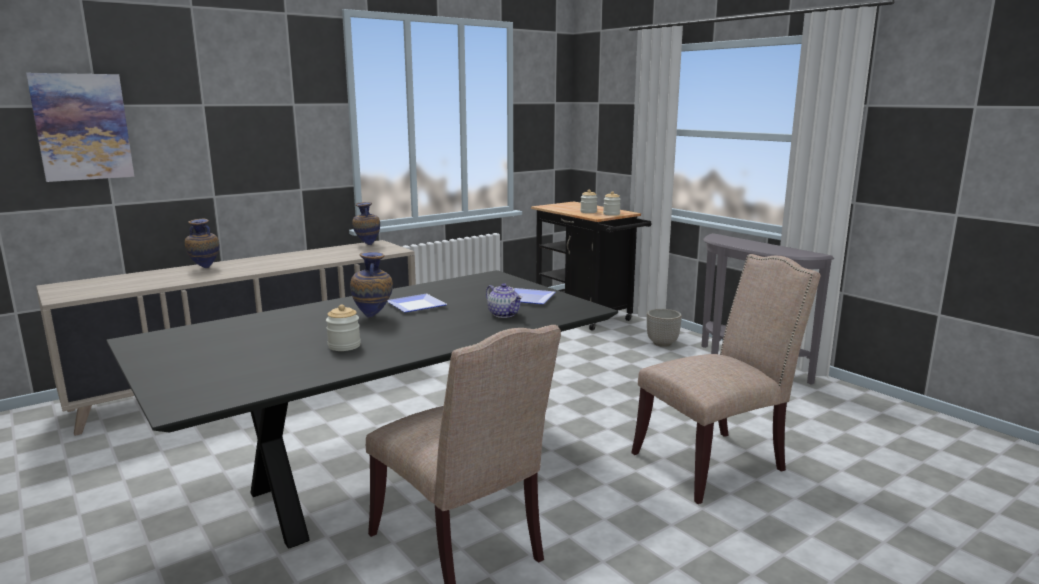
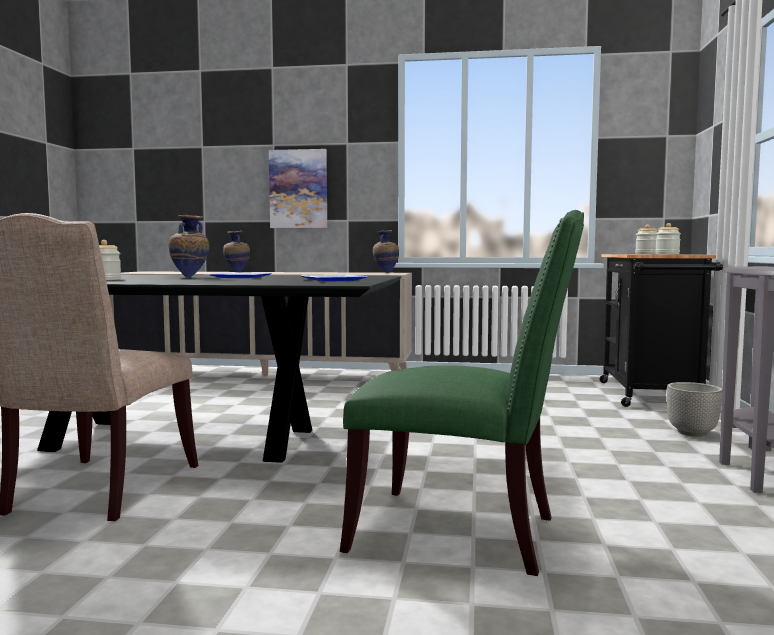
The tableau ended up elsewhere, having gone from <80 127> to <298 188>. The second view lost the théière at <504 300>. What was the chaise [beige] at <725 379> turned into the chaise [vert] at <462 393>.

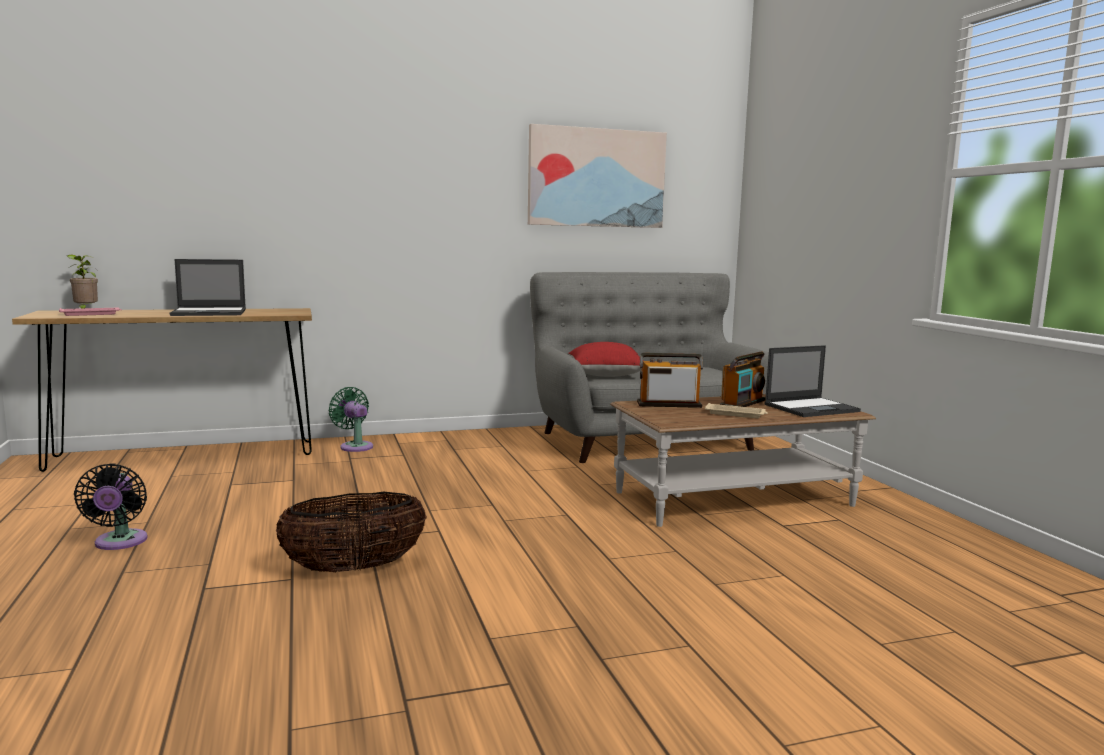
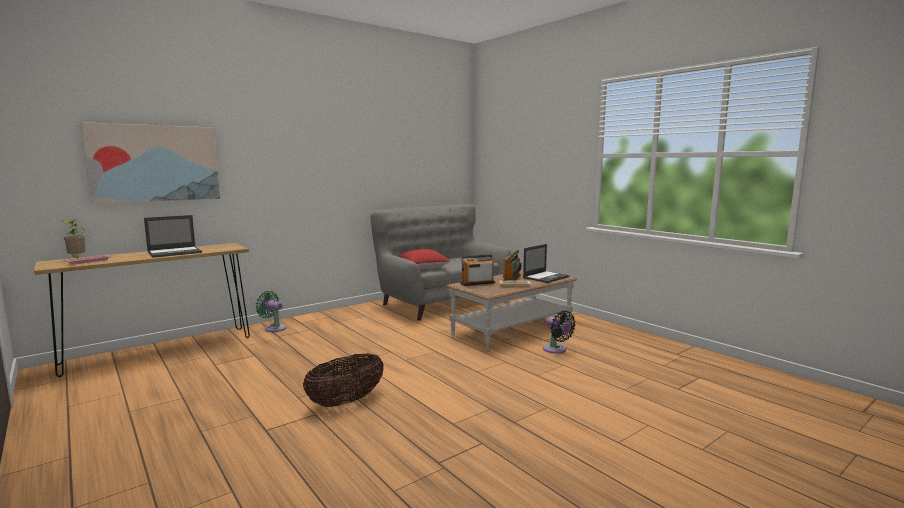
The ventilateur [noir] ended up elsewhere, having gone from <111 506> to <559 332>. The tableau ended up elsewhere, having gone from <597 176> to <150 163>.

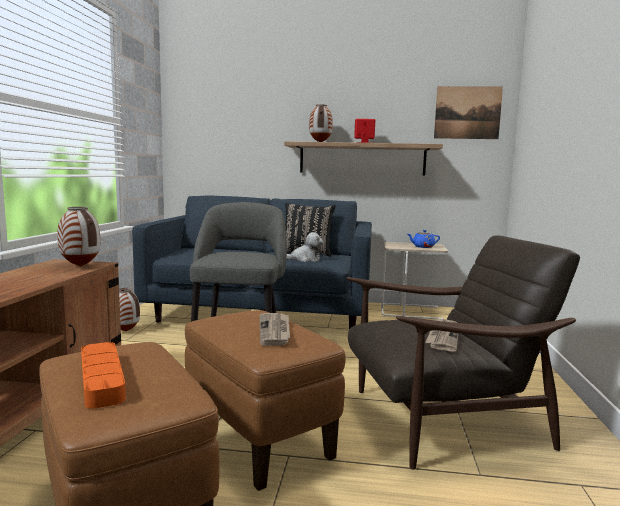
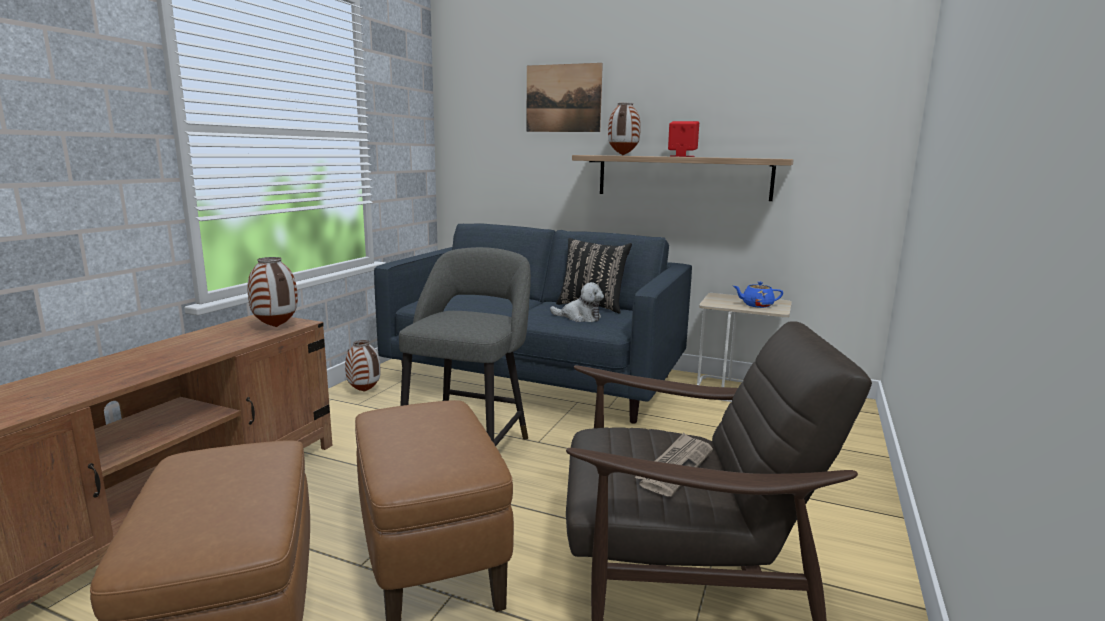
The second view lost the plateau [orange] at <103 375>. The second view lost the journal at <274 329>. The tableau ended up elsewhere, having gone from <468 112> to <564 97>.

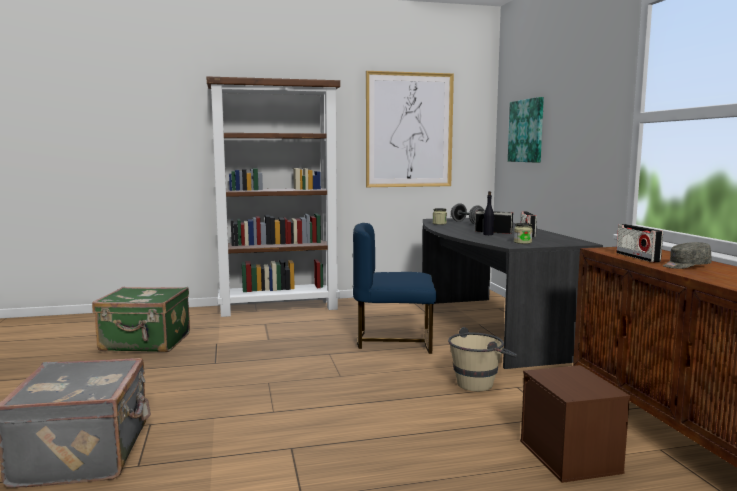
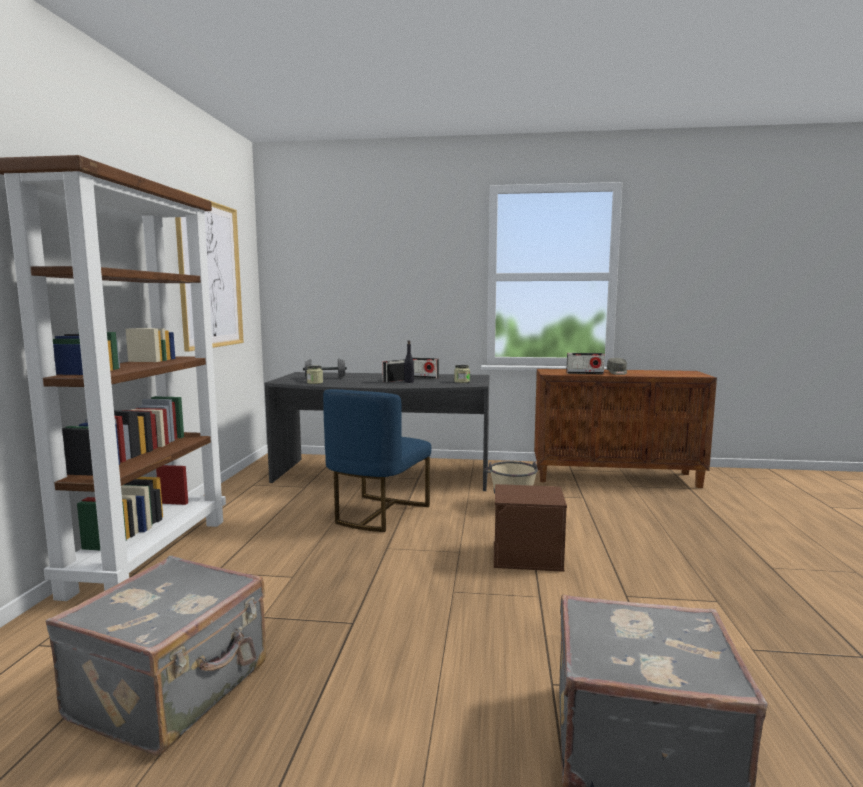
What was the valise [vert] at <141 319> turned into the valise [gris] at <156 656>. The second view lost the tableau at <526 130>. The boîte de rangement [marron] ended up elsewhere, having gone from <575 424> to <530 528>.

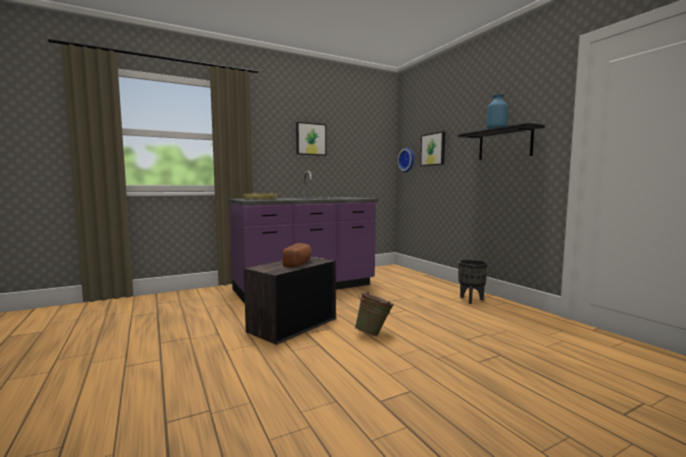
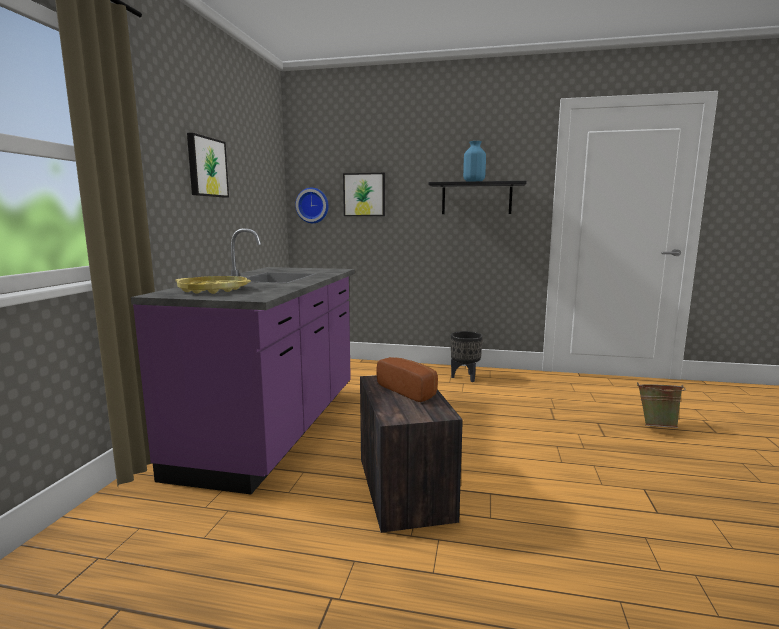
The seau [vert] ended up elsewhere, having gone from <374 314> to <661 405>.

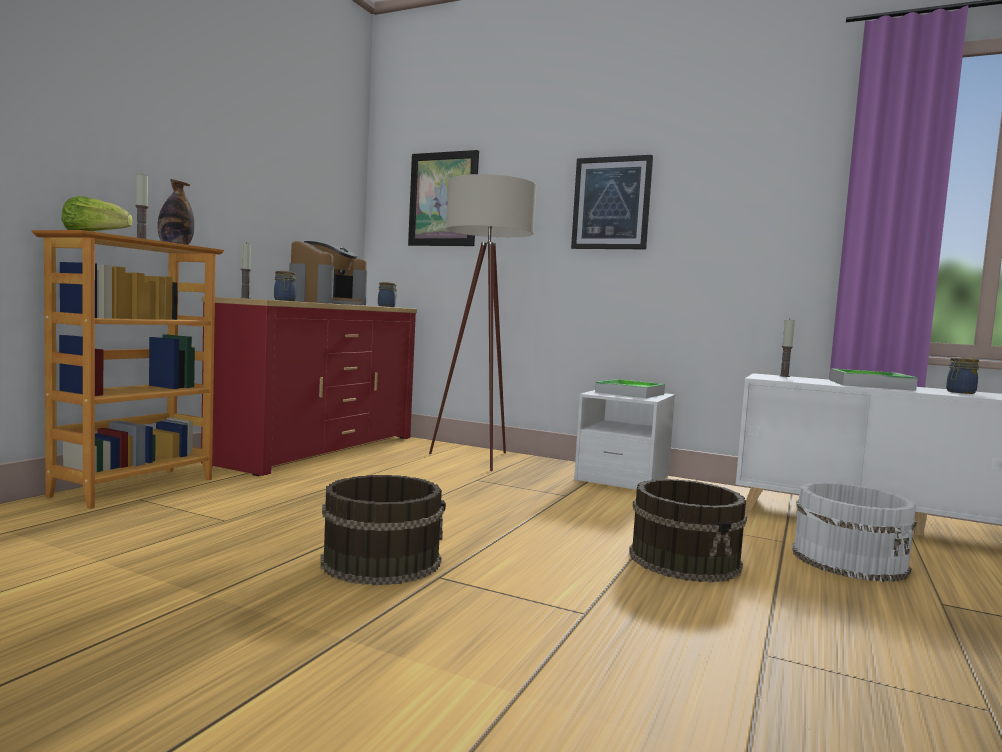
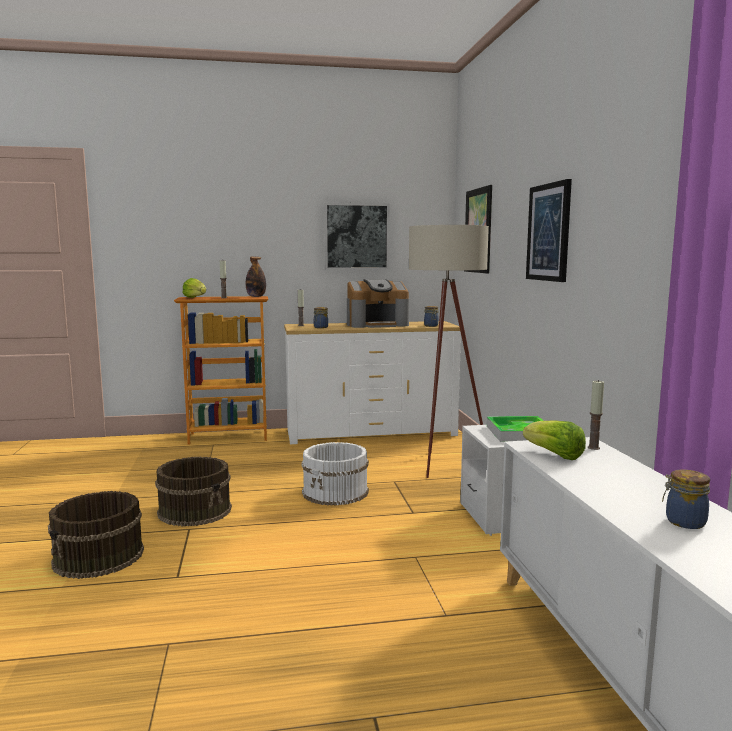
What was the commode [rouge] at <309 386> turned into the commode [blanc] at <372 382>. The seau [marron] ended up elsewhere, having gone from <688 530> to <96 535>. The seau [blanc] ended up elsewhere, having gone from <854 532> to <335 474>. The second view lost the plateau at <874 379>. The second view gained the tableau at <357 236>. The second view gained the laitue at <554 440>.

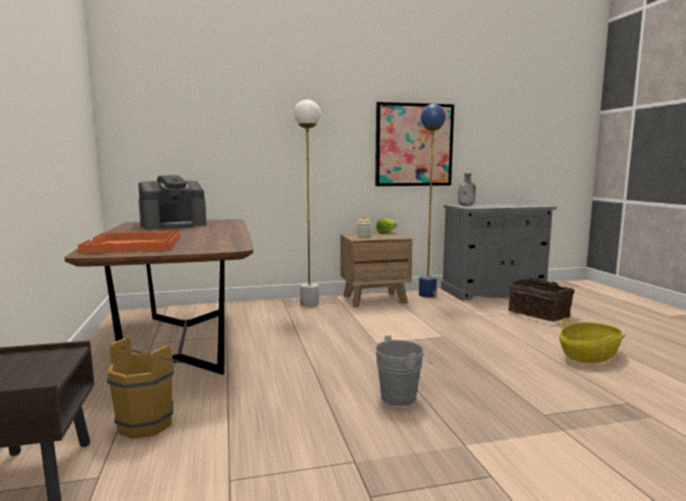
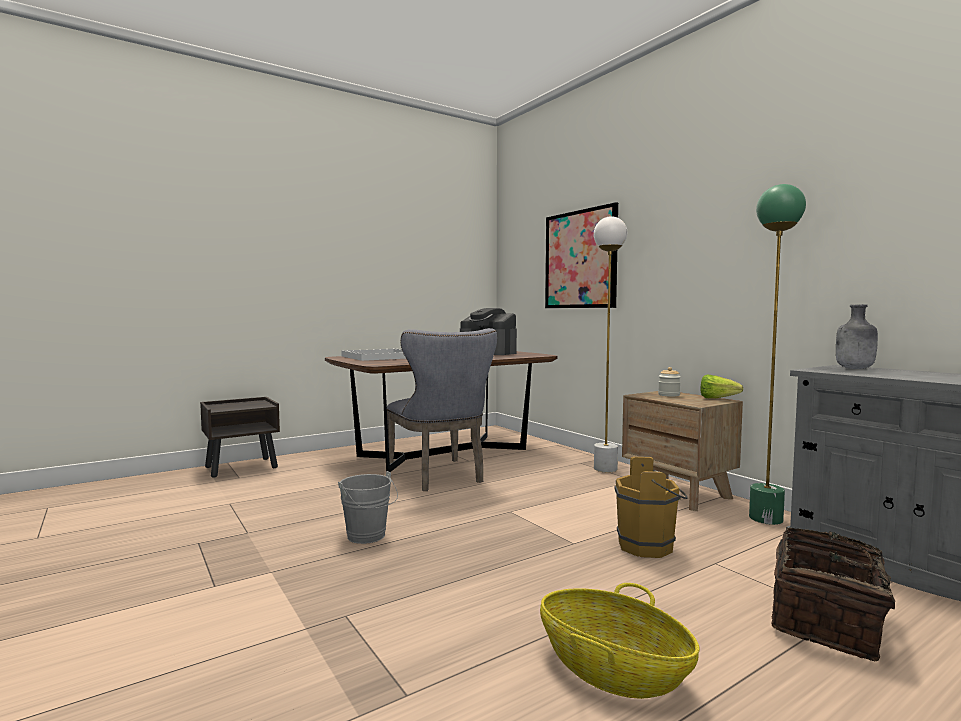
What was the plateau [orange] at <129 242> turned into the plateau [blanc] at <373 355>. The seau [marron] ended up elsewhere, having gone from <143 388> to <651 507>. The tableau ended up elsewhere, having gone from <414 144> to <581 255>. What was the lampadaire [bleu] at <432 200> turned into the lampadaire [vert] at <777 354>. The second view gained the chaise [gris] at <442 409>.

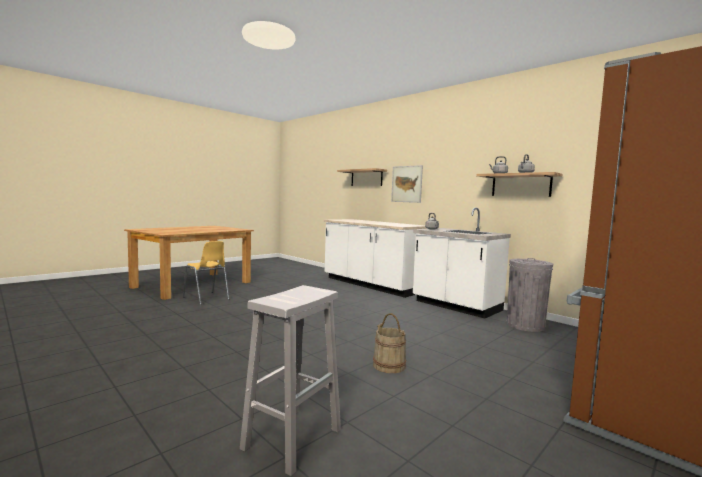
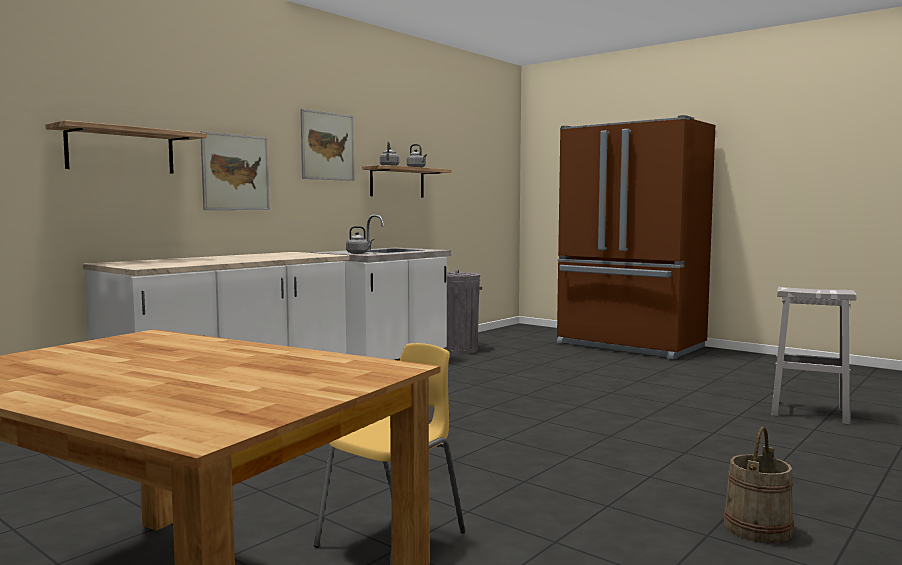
The seau [beige] ended up elsewhere, having gone from <389 343> to <759 485>. The second view gained the tableau at <327 145>.

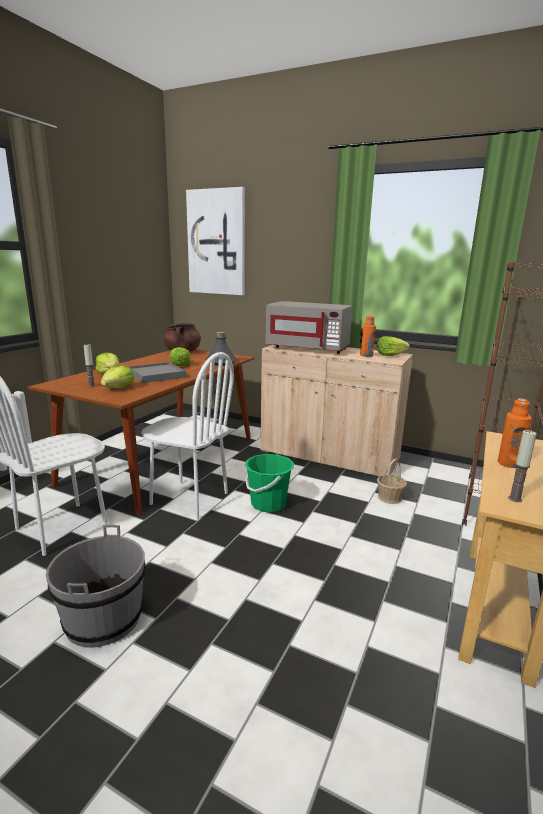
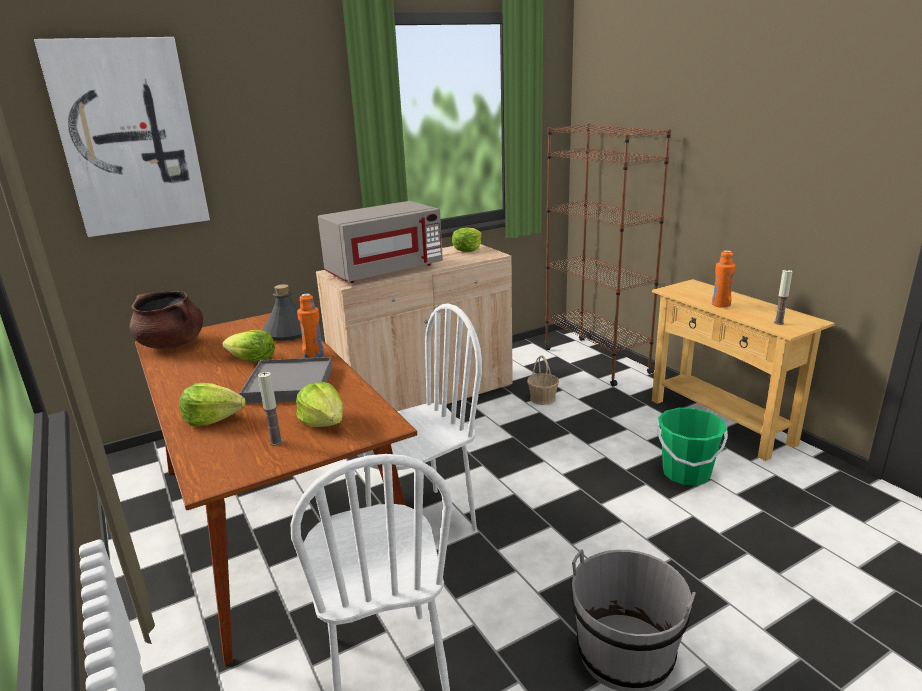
The seau [vert] ended up elsewhere, having gone from <269 483> to <692 447>. The bouteille [orange] ended up elsewhere, having gone from <368 336> to <310 326>.

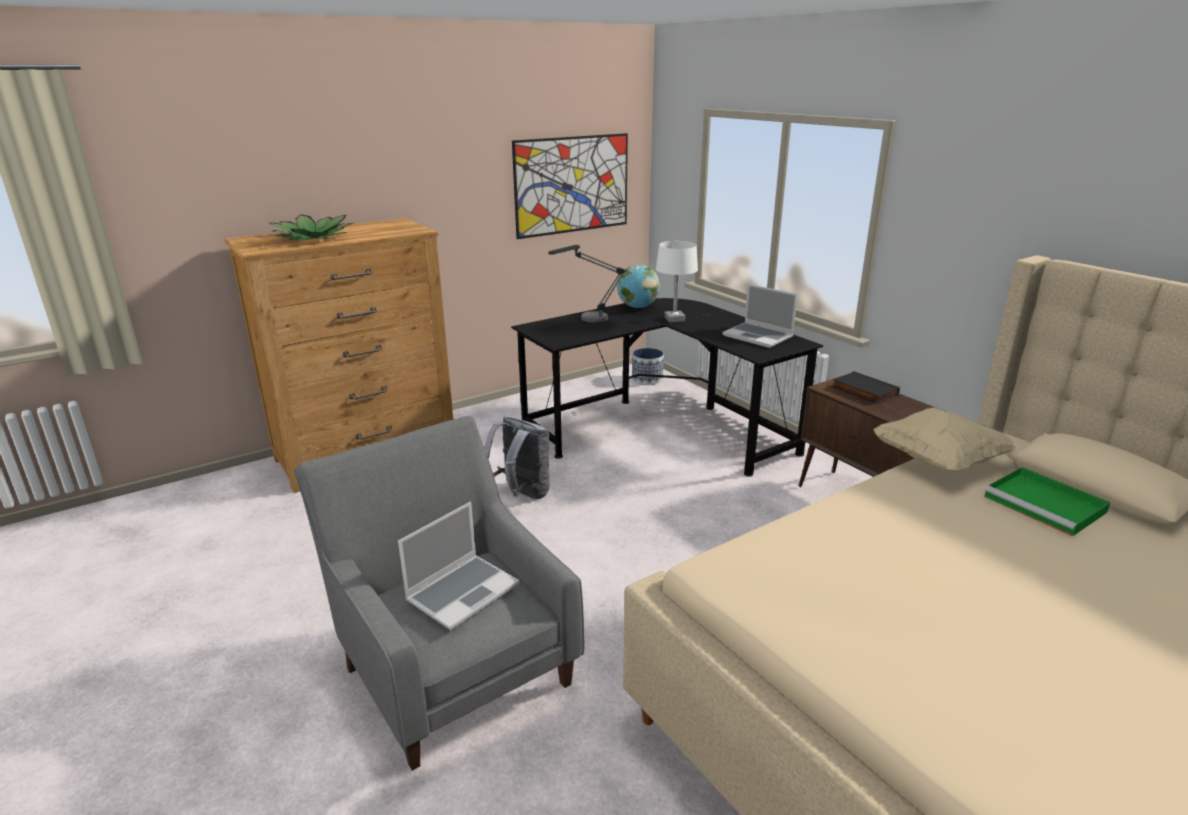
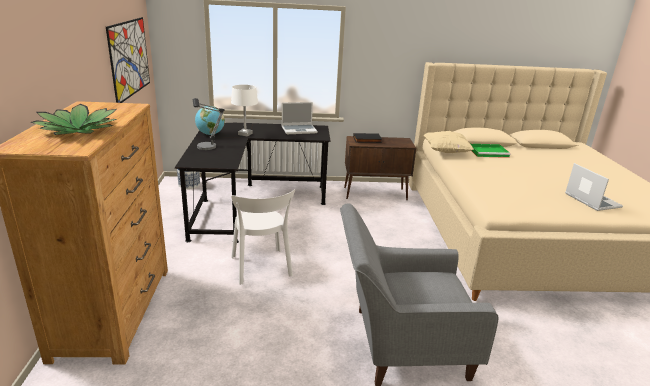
The ordinateur portable ended up elsewhere, having gone from <458 566> to <594 187>. Where the sac à dos [gris] stood at <517 458>, the chaise [blanc] came to stand at <263 237>.

